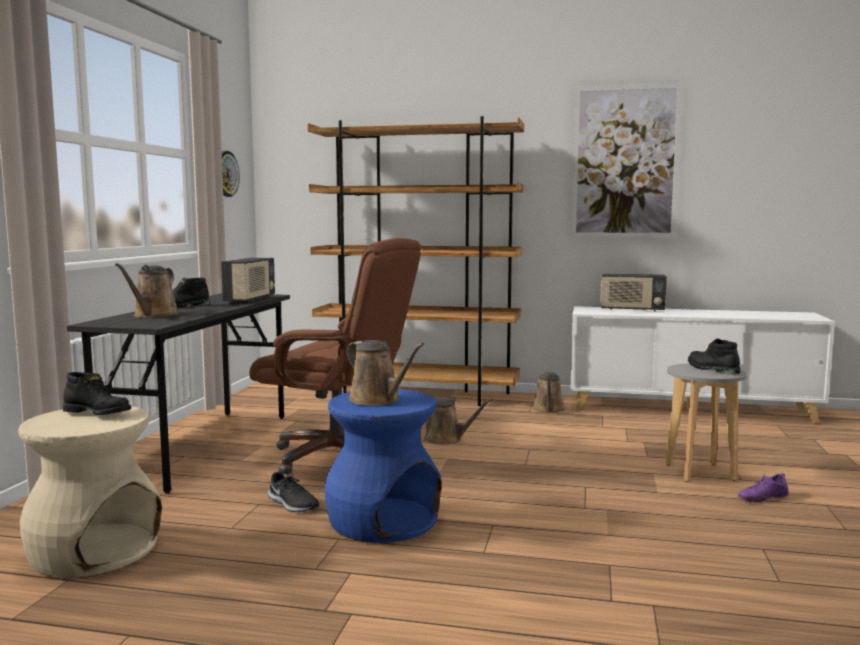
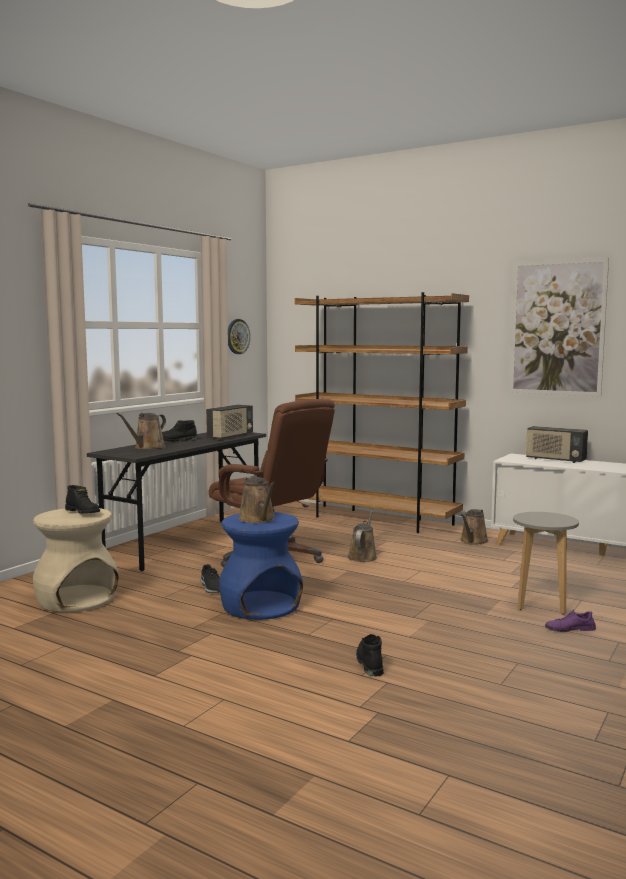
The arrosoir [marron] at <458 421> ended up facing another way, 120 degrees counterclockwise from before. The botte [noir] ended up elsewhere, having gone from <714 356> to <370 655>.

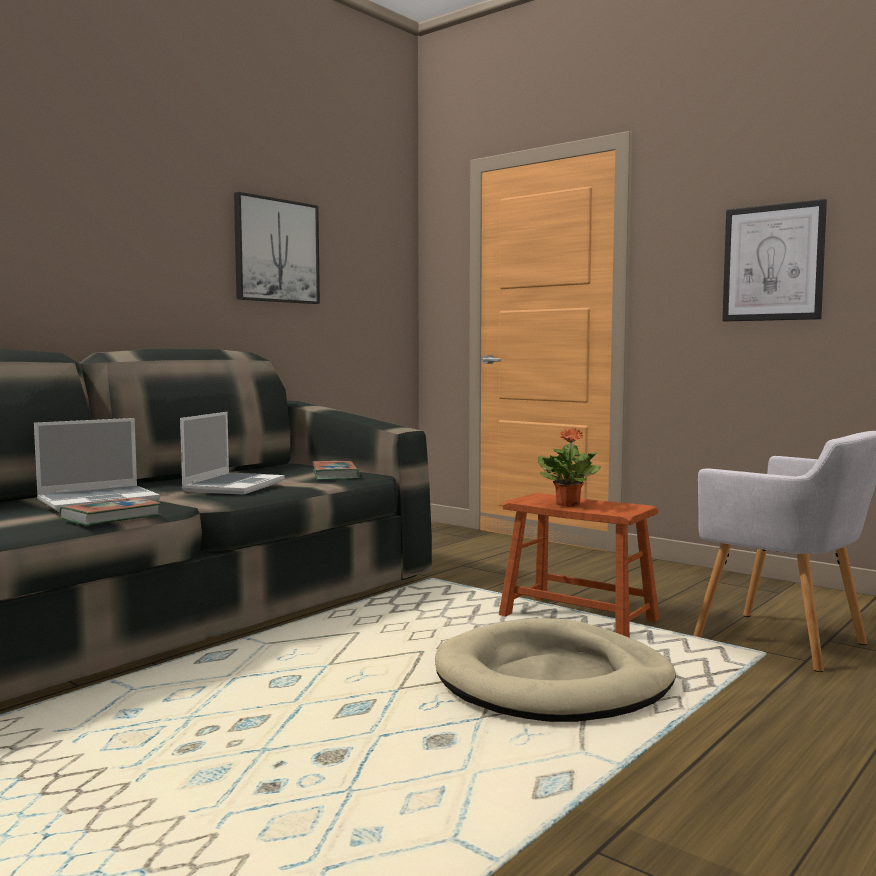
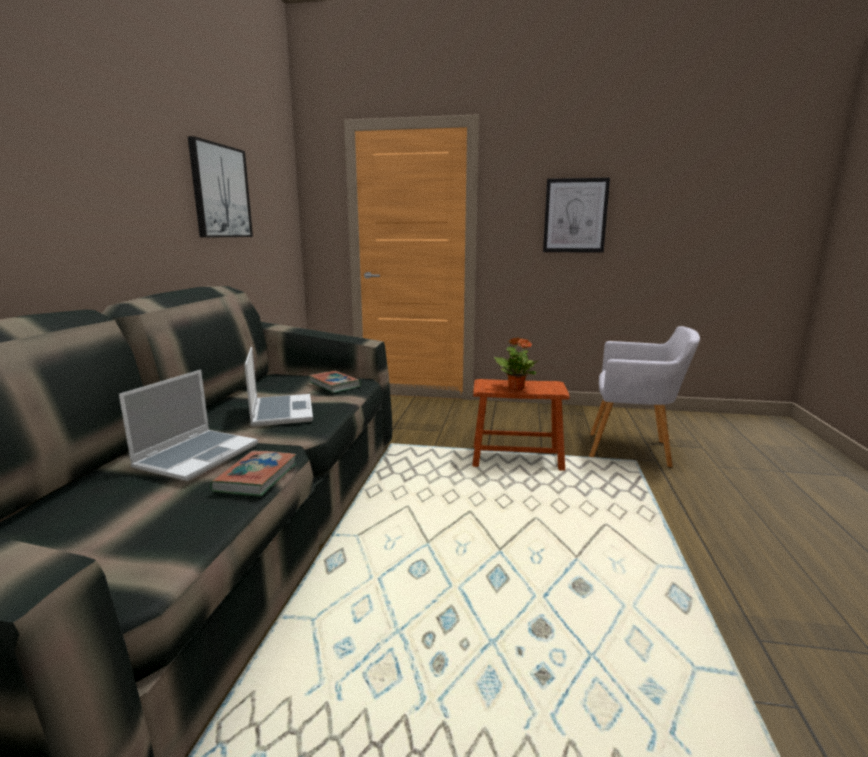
The second view lost the panier pour chien [beige] at <555 670>.

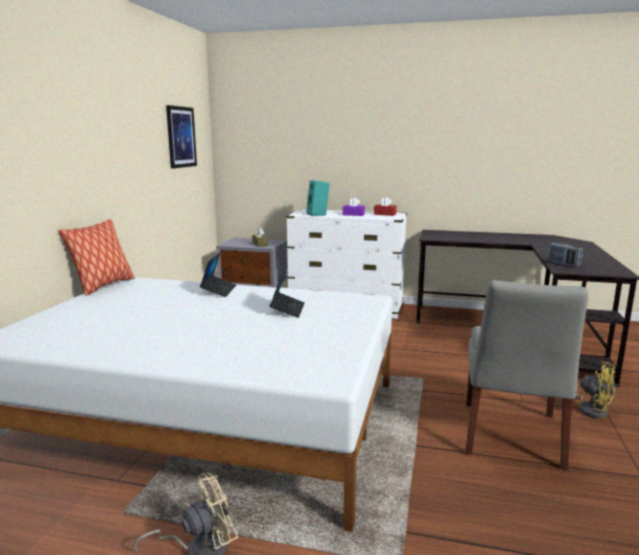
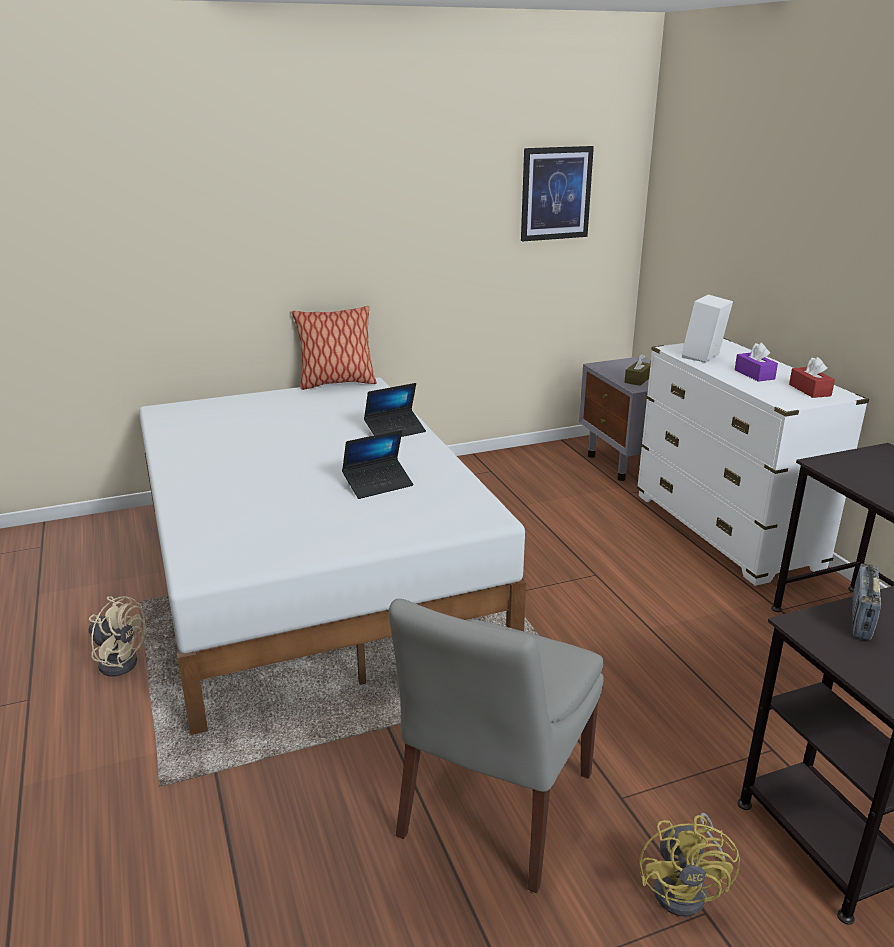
What was the enceinte [turquoise] at <318 198> turned into the enceinte [blanc] at <707 328>. The chaise [gris] at <527 375> ended up facing another way, 45 degrees counterclockwise from before.

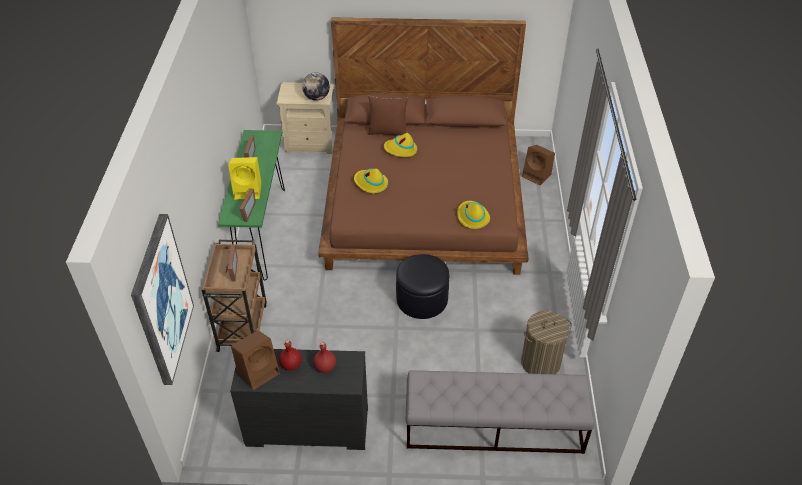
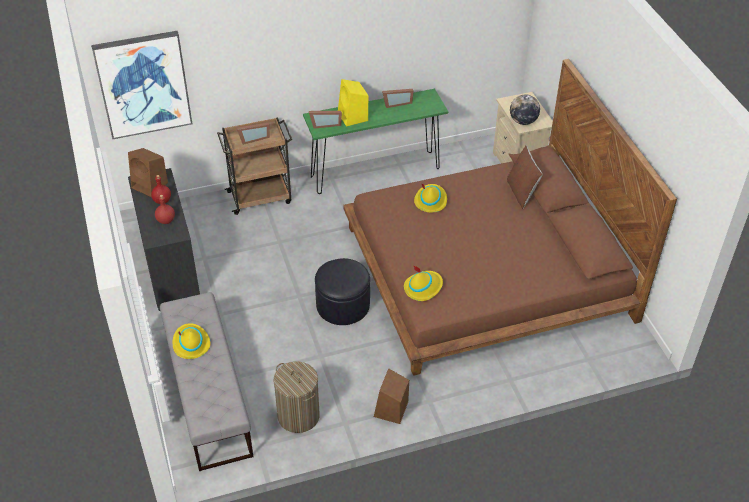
The chapeau [jaune] ended up elsewhere, having gone from <400 145> to <191 341>. The enceinte [marron] ended up elsewhere, having gone from <538 165> to <391 396>.

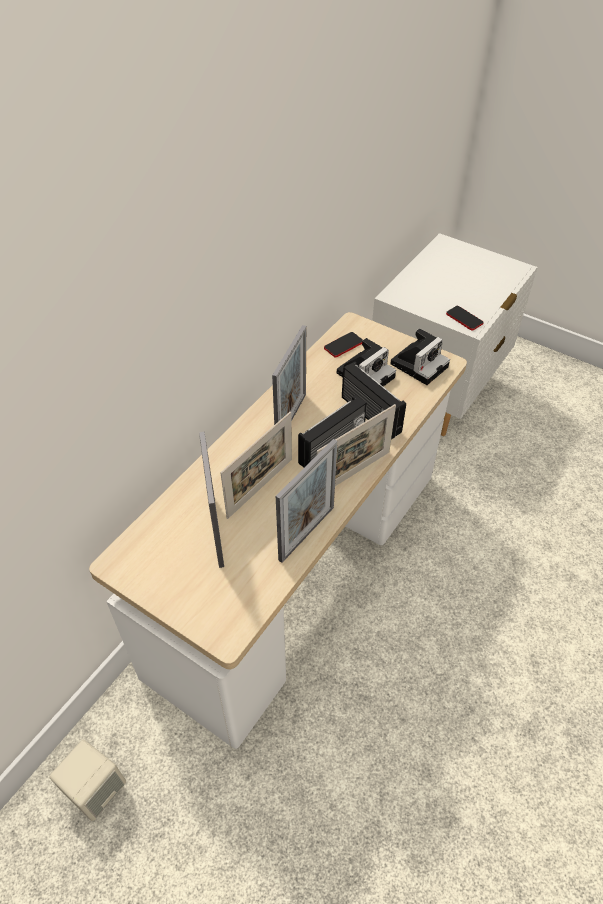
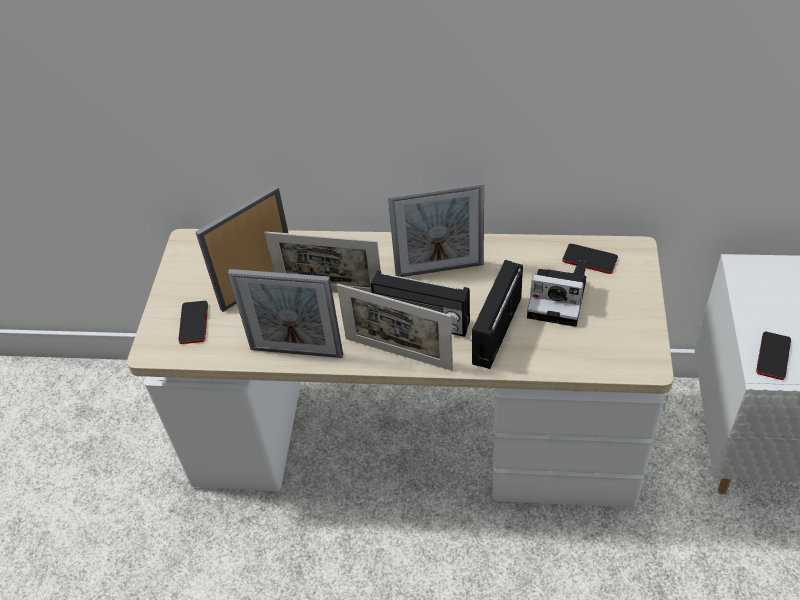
The second view lost the enceinte [beige] at <87 780>. The second view lost the appareil photo at <420 357>. The second view gained the téléphone at <193 322>.

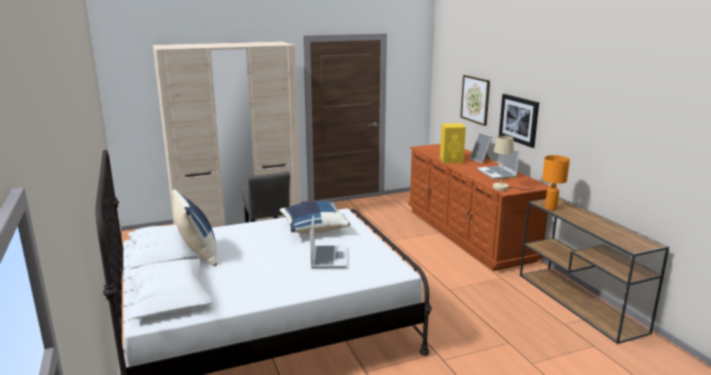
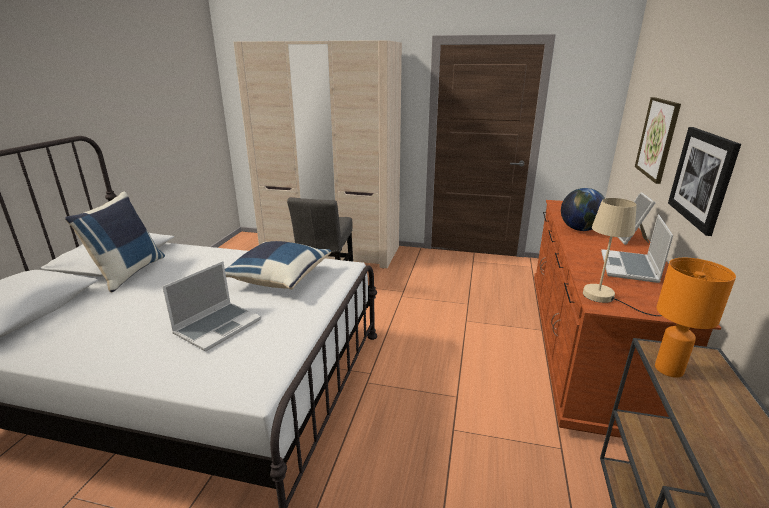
Where the enceinte [jaune] stood at <453 143>, the globe came to stand at <583 209>.

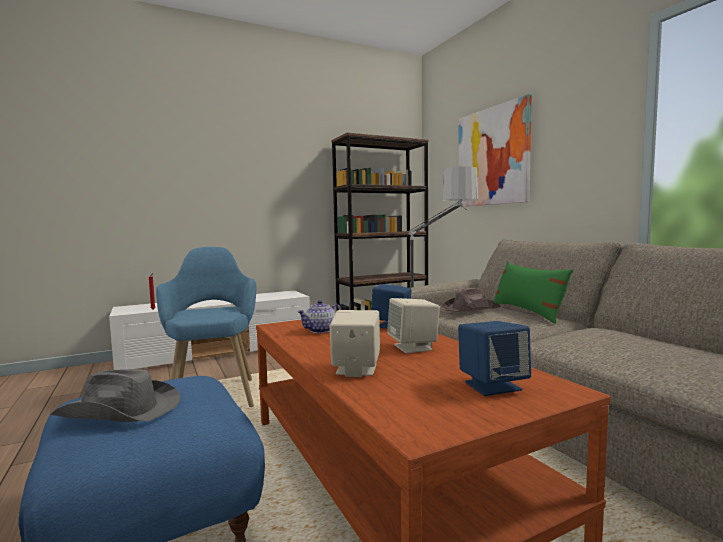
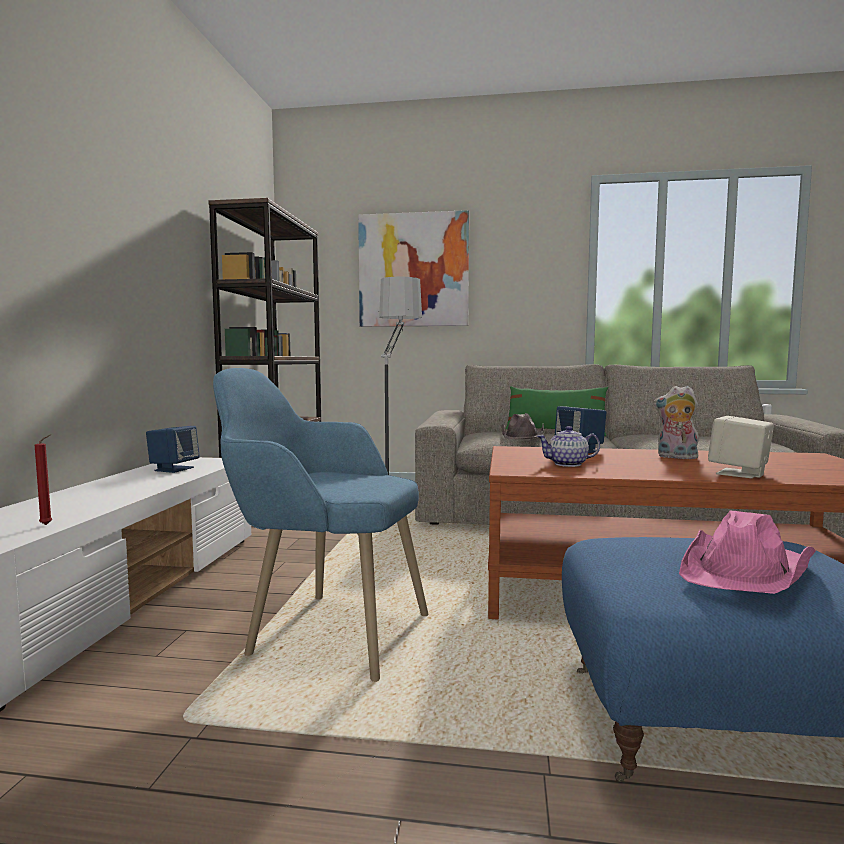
What was the chapeau [gris] at <115 395> turned into the chapeau [rose] at <747 552>. The théière at <319 316> ended up facing another way, 90 degrees clockwise from before. Where the enceinte [beige] stood at <413 326>, the peluche came to stand at <676 422>. The enceinte [bleu] ended up elsewhere, having gone from <494 358> to <173 449>.

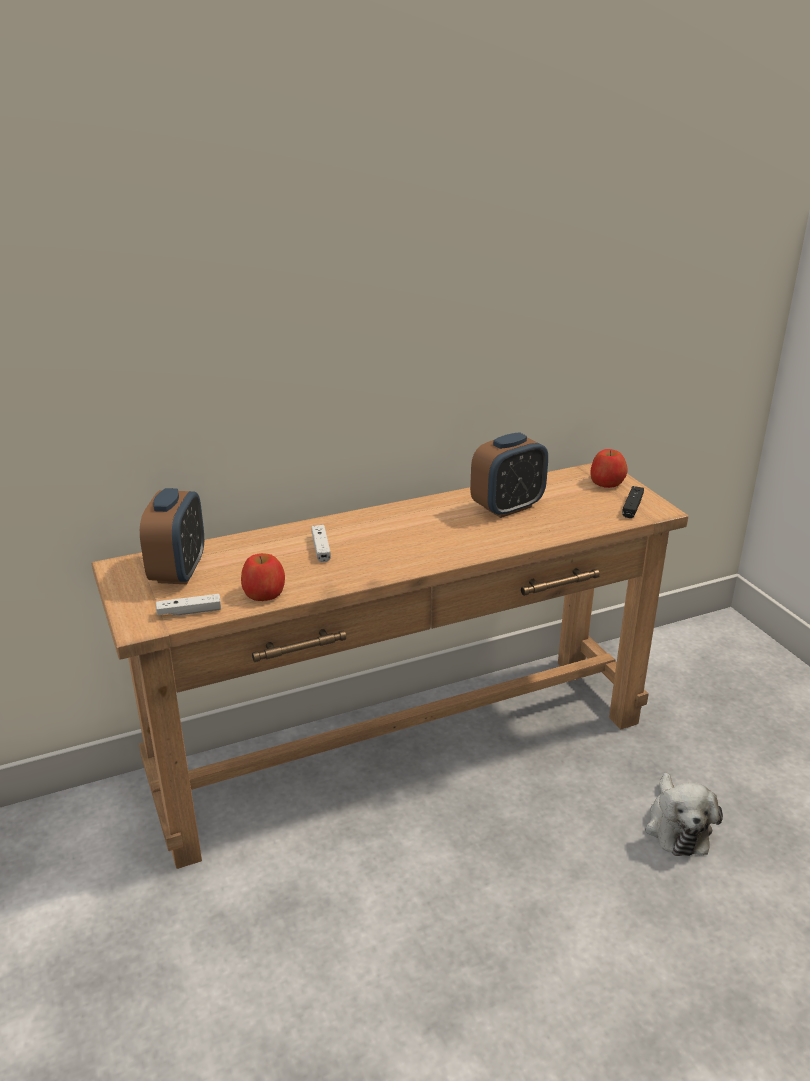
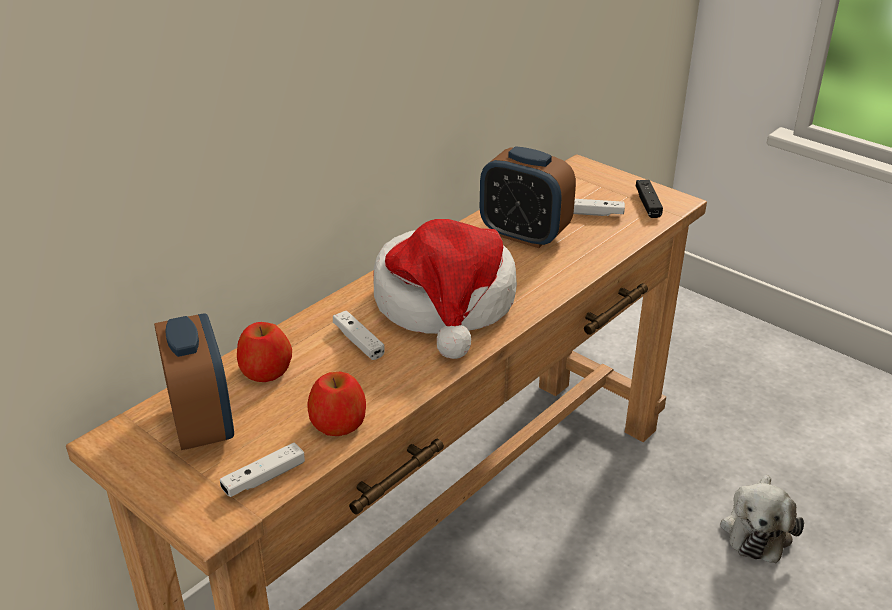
The réveil at <509 475> ended up facing another way, 90 degrees clockwise from before. The pomme ended up elsewhere, having gone from <609 468> to <264 352>. The peluche at <684 814> ended up facing another way, 45 degrees clockwise from before. The second view gained the chapeau at <445 289>. The second view gained the manette [blanc] at <599 207>.

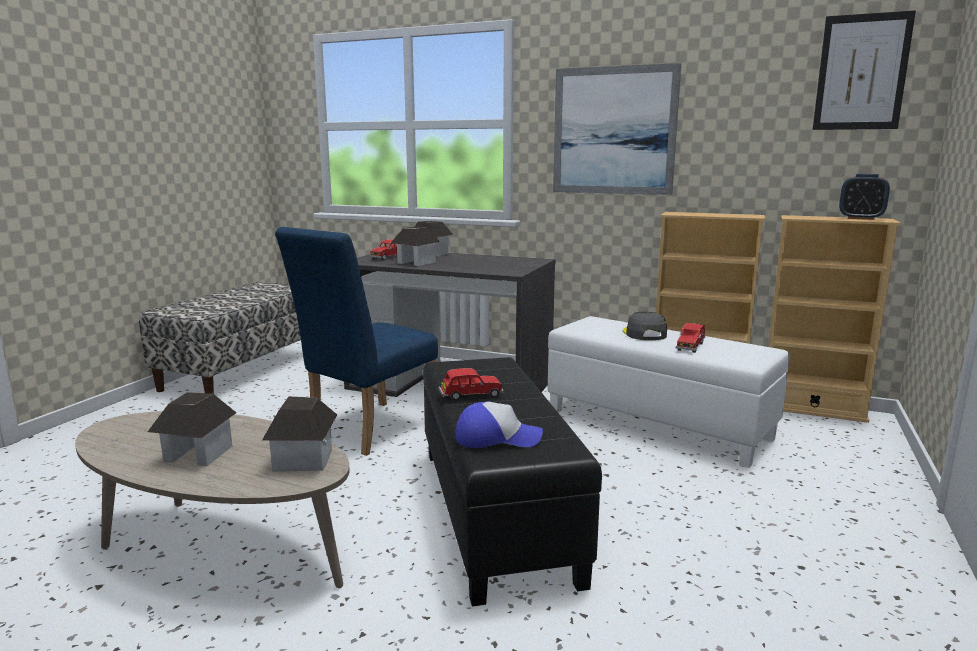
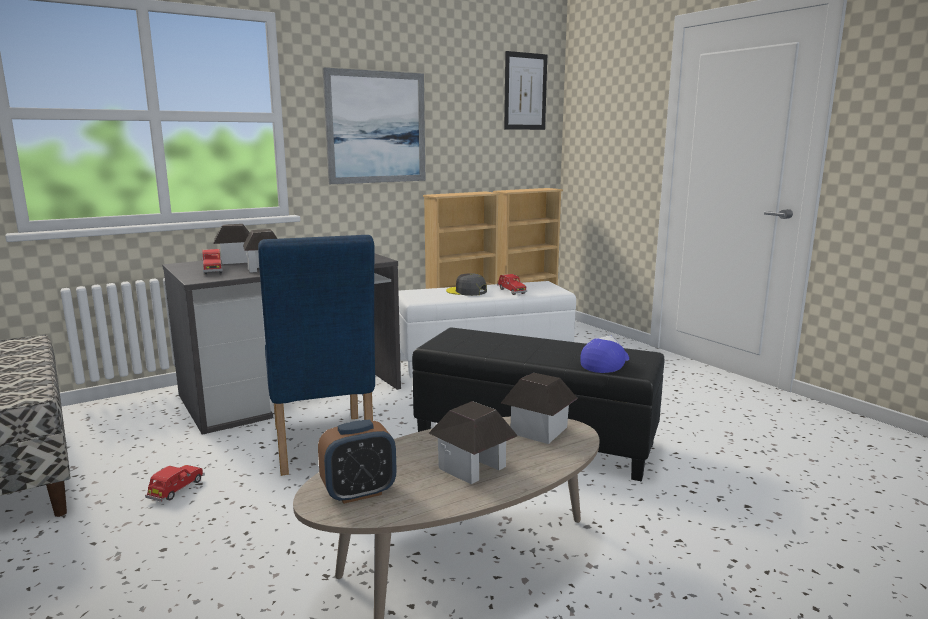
The petite voiture [rouge] ended up elsewhere, having gone from <471 384> to <175 483>. The réveil ended up elsewhere, having gone from <864 197> to <357 462>.

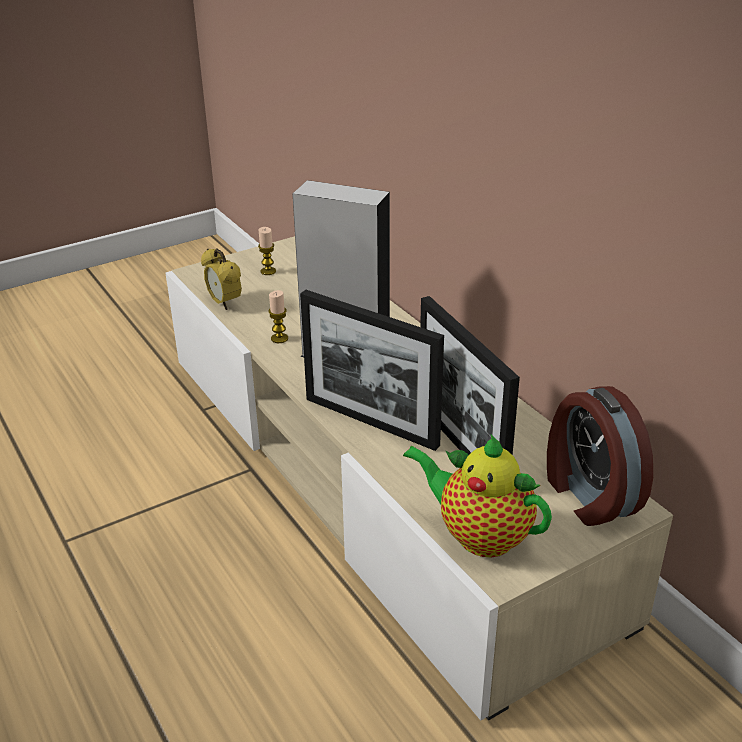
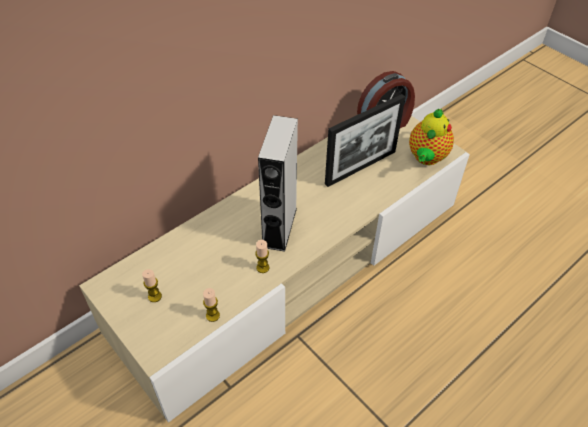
Where the réveil stood at <221 279>, the bougie came to stand at <211 305>. The second view lost the cadre photo at <372 370>.

